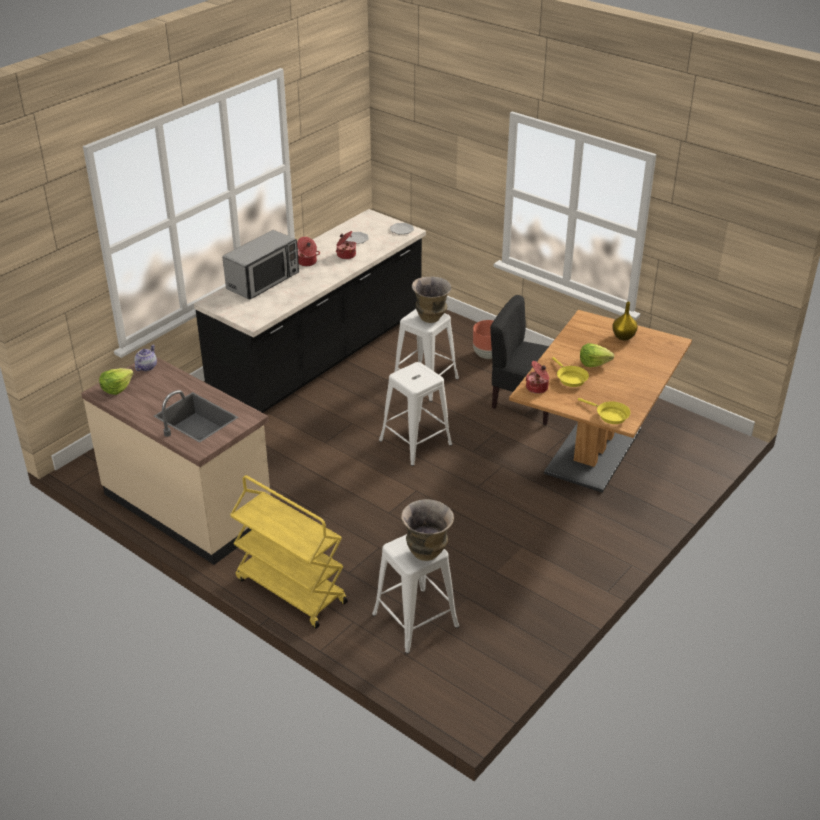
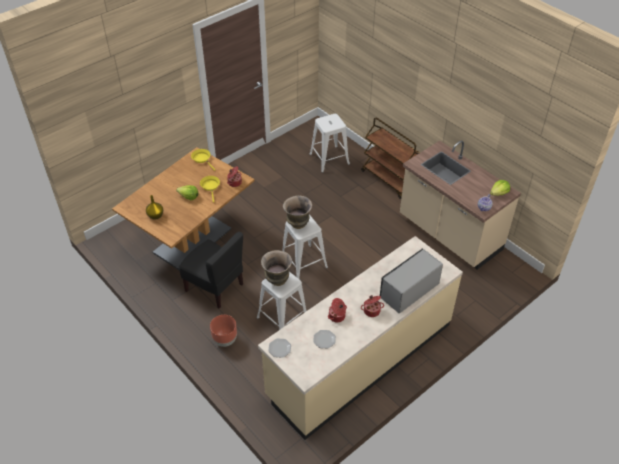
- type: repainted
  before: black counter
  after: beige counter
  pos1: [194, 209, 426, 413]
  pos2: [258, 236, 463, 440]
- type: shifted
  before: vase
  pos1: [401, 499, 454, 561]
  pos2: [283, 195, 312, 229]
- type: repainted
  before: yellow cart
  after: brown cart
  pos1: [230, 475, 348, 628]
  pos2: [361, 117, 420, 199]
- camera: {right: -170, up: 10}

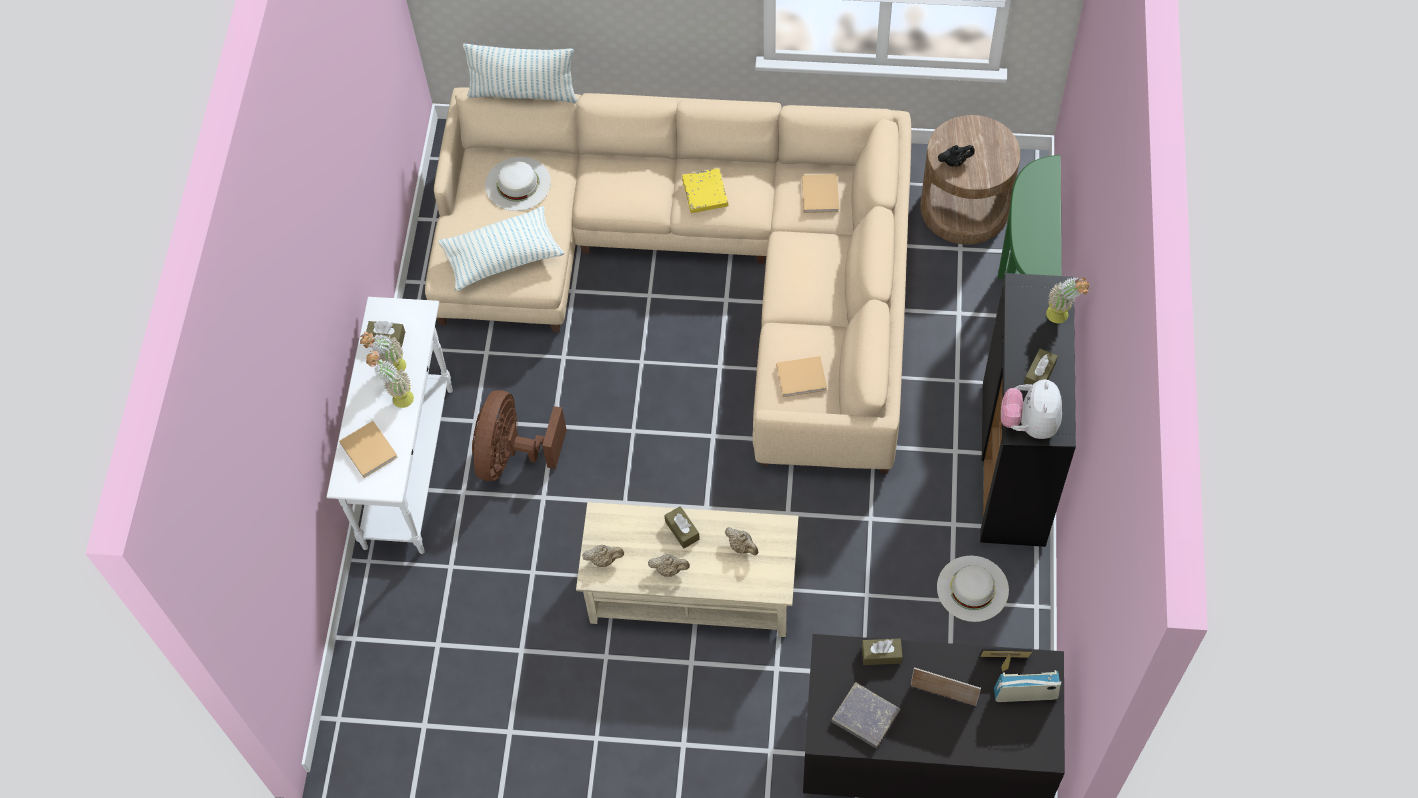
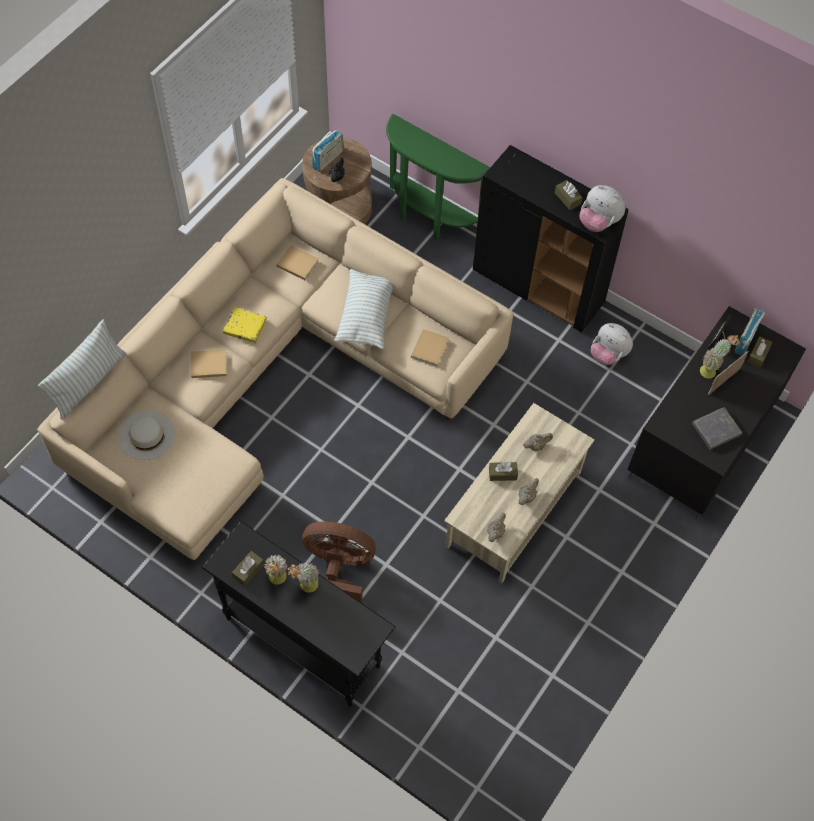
- type: shifted
  before: beige book
  pos1: [339, 421, 398, 478]
  pos2: [191, 350, 227, 378]
- type: repainted
  before: white console table
  after: black console table
  pos1: [327, 297, 453, 554]
  pos2: [201, 521, 396, 706]
- type: rotated
  before: brown fan
  pos1: [472, 390, 567, 481]
  pos2: [302, 522, 376, 603]
  turn: 150
- type: new
  after: radio
  pos2: [312, 130, 344, 172]
- type: shifted
  before: pillow
  pos1: [438, 206, 564, 291]
  pos2: [334, 269, 393, 350]
- type: swapped
  before: white hat
  after: plush toy
  pos1: [937, 556, 1009, 622]
  pos2: [591, 323, 633, 365]
- type: shifted
  before: potted plant
  pos1: [1046, 277, 1090, 323]
  pos2: [700, 335, 739, 379]
- type: shifted
  before: brown tissue box
  pos1: [862, 638, 903, 665]
  pos2: [747, 336, 773, 368]
- camera: {right: -65, up: 0}

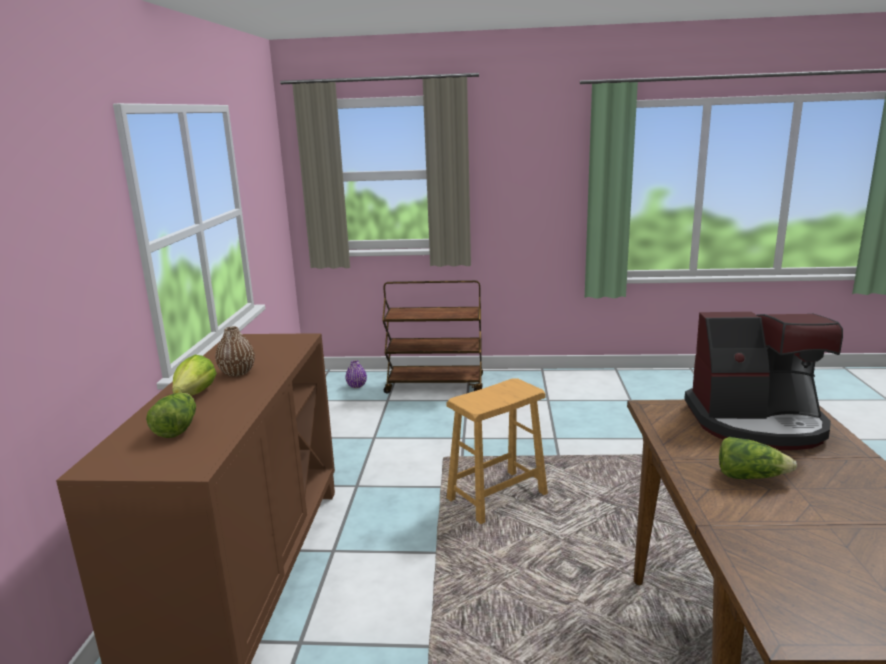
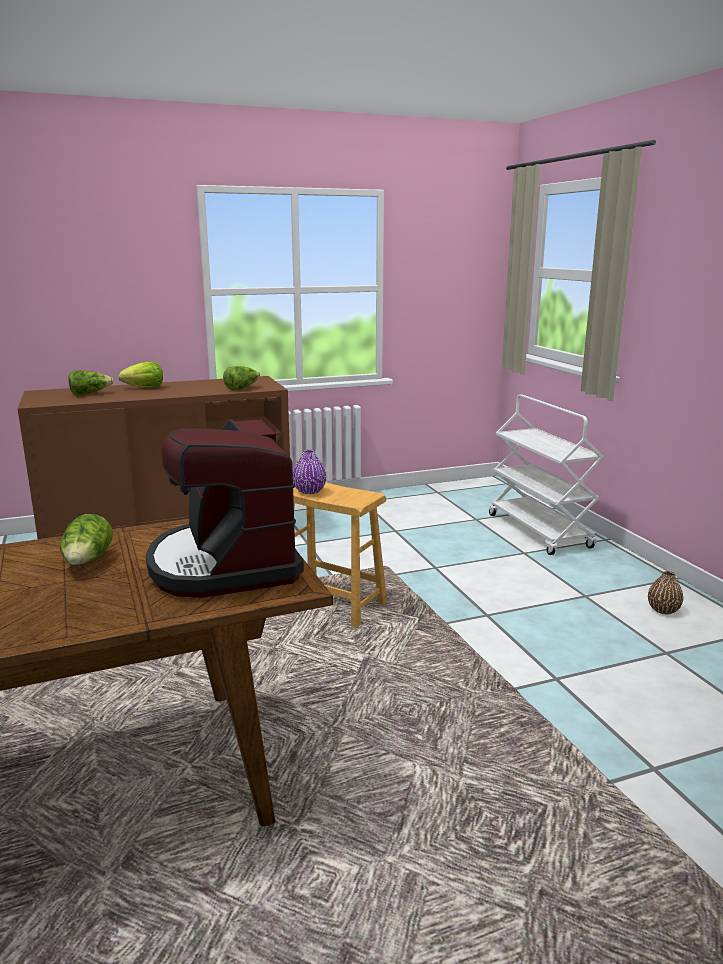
- type: new
  after: lettuce
  pos2: [223, 366, 260, 391]
- type: shifted
  before: purple vase
  pos1: [345, 360, 367, 388]
  pos2: [293, 449, 326, 494]
- type: repainted
  before: brown cart
  after: white cart
  pos1: [382, 280, 483, 394]
  pos2: [489, 394, 604, 555]
- type: shifted
  before: brown vase
  pos1: [215, 327, 255, 376]
  pos2: [648, 571, 683, 614]
- camera: {right: 65, up: 0}

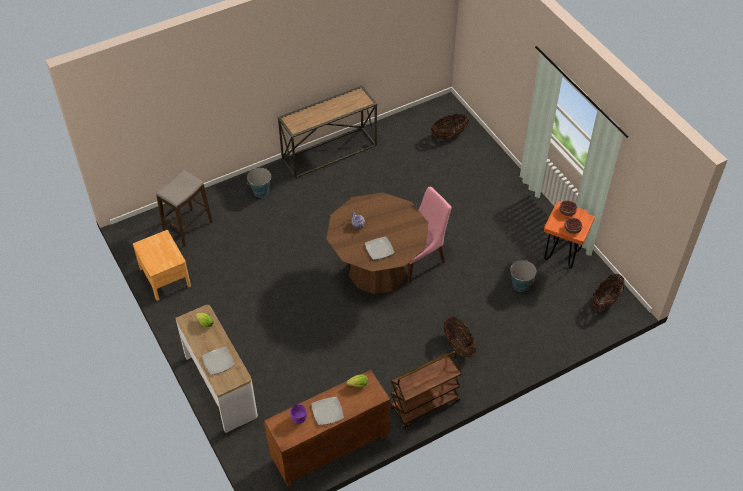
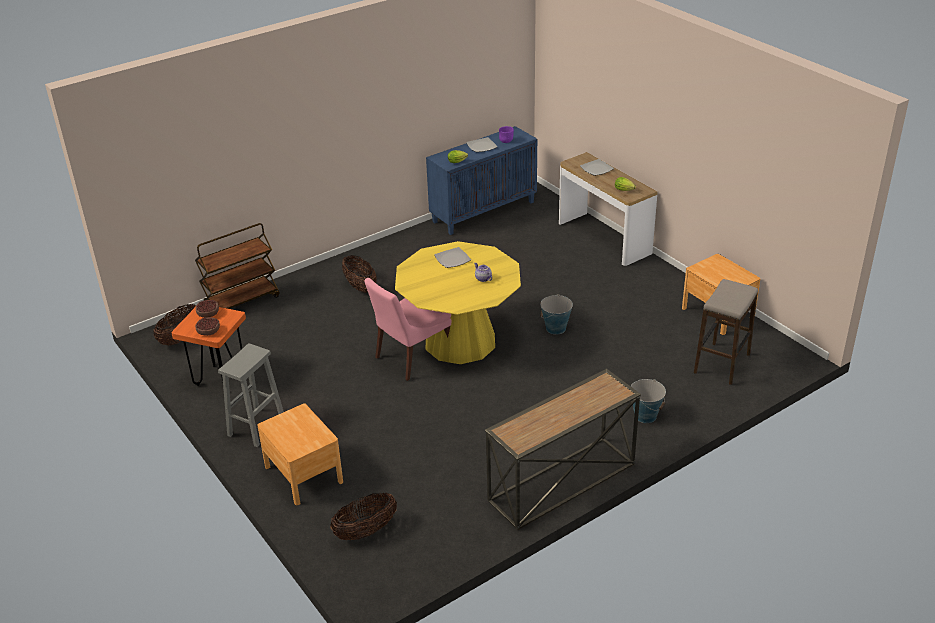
- type: shifted
  before: brown cart
  pos1: [390, 351, 462, 429]
  pos2: [195, 223, 280, 309]
- type: new
  after: grey stool
  pos2: [218, 343, 284, 447]
- type: new
  after: brown nightstand
  pos2: [257, 403, 343, 505]
- type: repainted
  before: brown dining table
  after: yellow dining table
  pos1: [327, 192, 428, 294]
  pos2: [395, 241, 521, 364]
- type: repainted
  before: brown cabinet
  after: blue cabinet
  pos1: [264, 370, 390, 487]
  pos2: [426, 126, 537, 235]
- type: shifted
  before: bucket
  pos1: [510, 260, 537, 292]
  pos2: [540, 294, 573, 335]
- camera: {right: 175, up: -15}

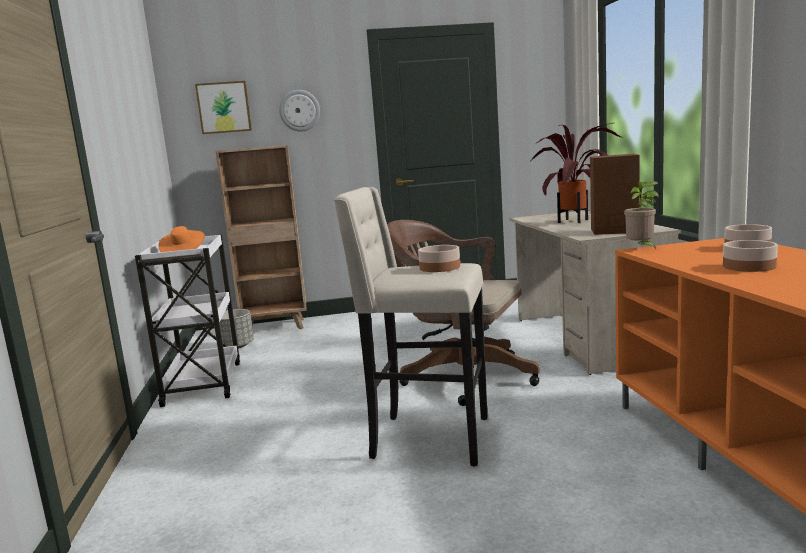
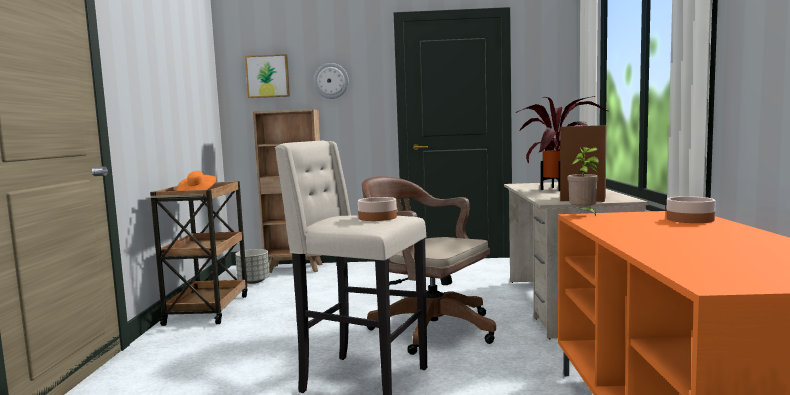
- type: repainted
  before: white cart
  after: brown cart
  pos1: [135, 234, 240, 407]
  pos2: [150, 181, 248, 326]
- type: gone
  before: bowl
  pos1: [723, 240, 778, 272]
- camera: {right: 10, up: -5}

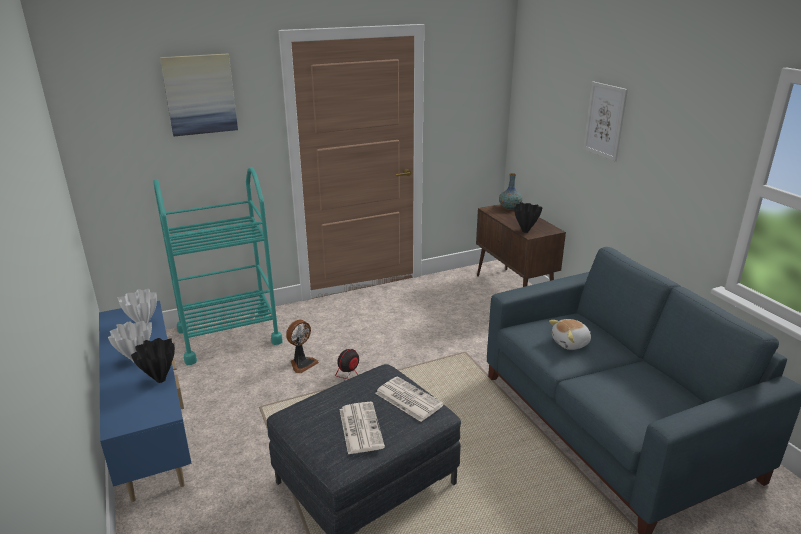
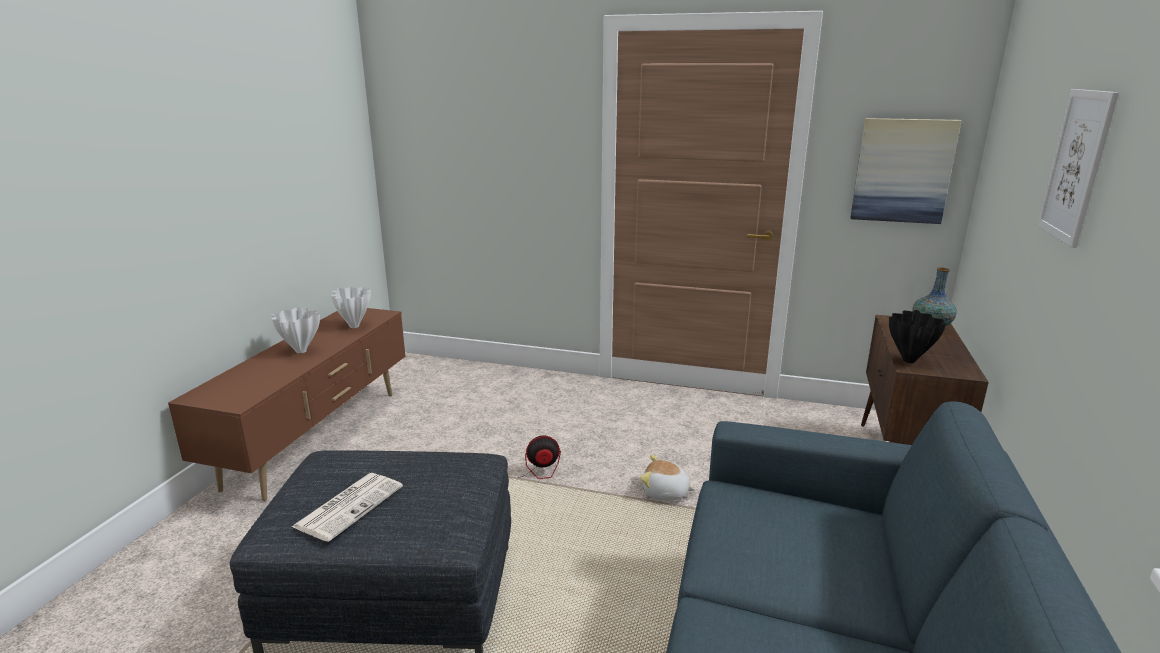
- type: repainted
  before: blue tv stand
  after: brown tv stand
  pos1: [99, 301, 192, 502]
  pos2: [168, 308, 406, 501]
- type: shifted
  before: plush toy
  pos1: [549, 319, 591, 350]
  pos2: [640, 455, 696, 501]
- type: shifted
  before: picture
  pos1: [160, 53, 238, 136]
  pos2: [850, 118, 962, 224]
- type: gone
  before: black vase
  pos1: [131, 338, 175, 383]
- type: gone
  before: turquoise cart
  pos1: [153, 167, 283, 365]
- type: gone
  before: fan
  pos1: [286, 320, 319, 373]
- type: gone
  before: newspaper
  pos1: [375, 376, 444, 422]
- camera: {right: 40, up: -5}

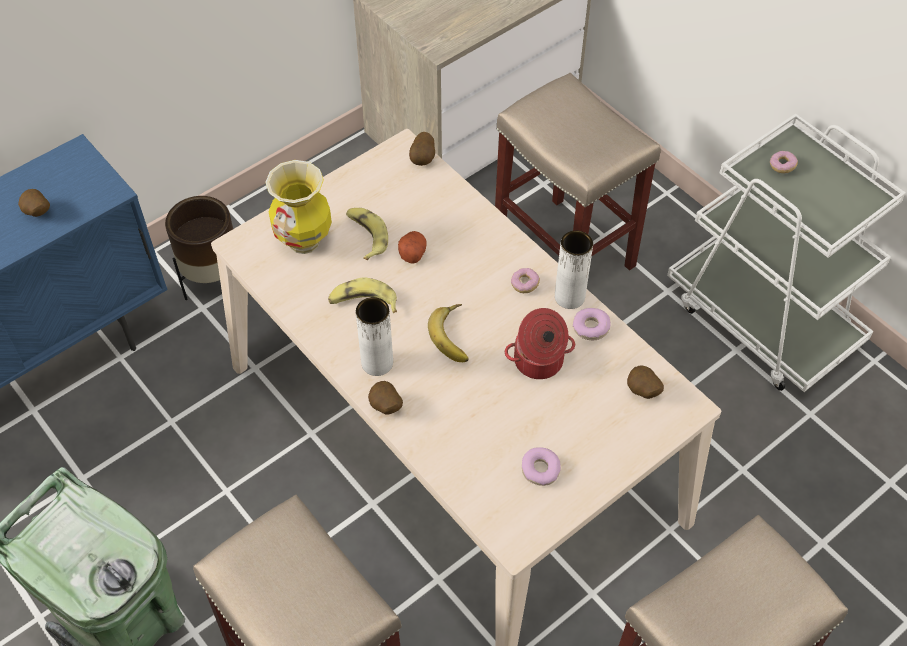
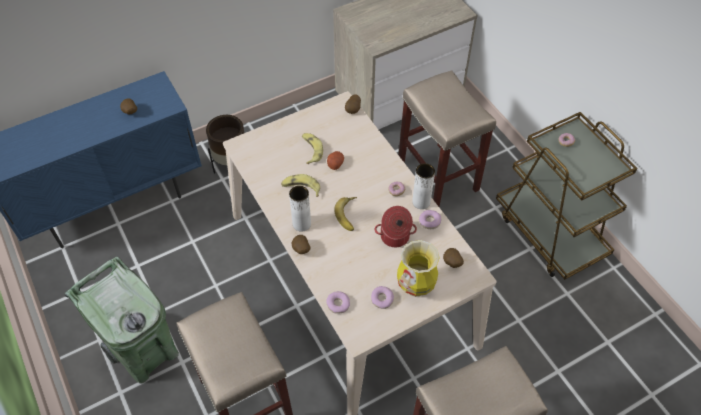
- type: new
  after: donut
  pos2: [327, 291, 350, 314]
- type: shifted
  before: vase
  pos1: [265, 160, 332, 254]
  pos2: [397, 240, 440, 297]
- type: repainted
  before: white cart
  after: brown cart
  pos1: [667, 113, 906, 392]
  pos2: [496, 112, 637, 280]
- camera: {right: 10, up: 0}

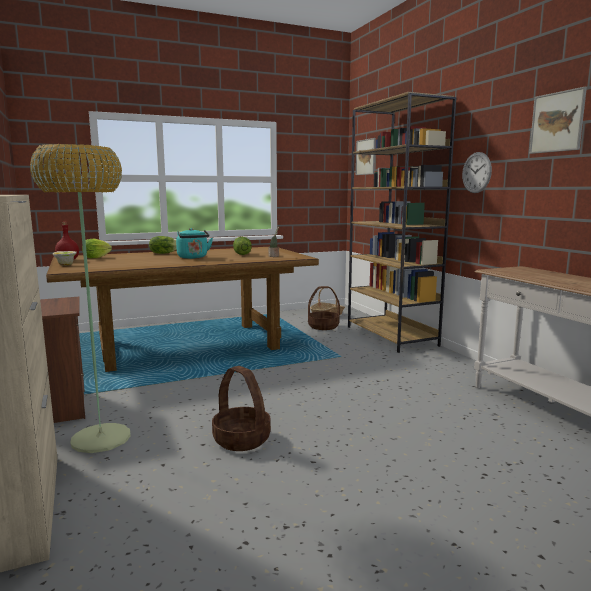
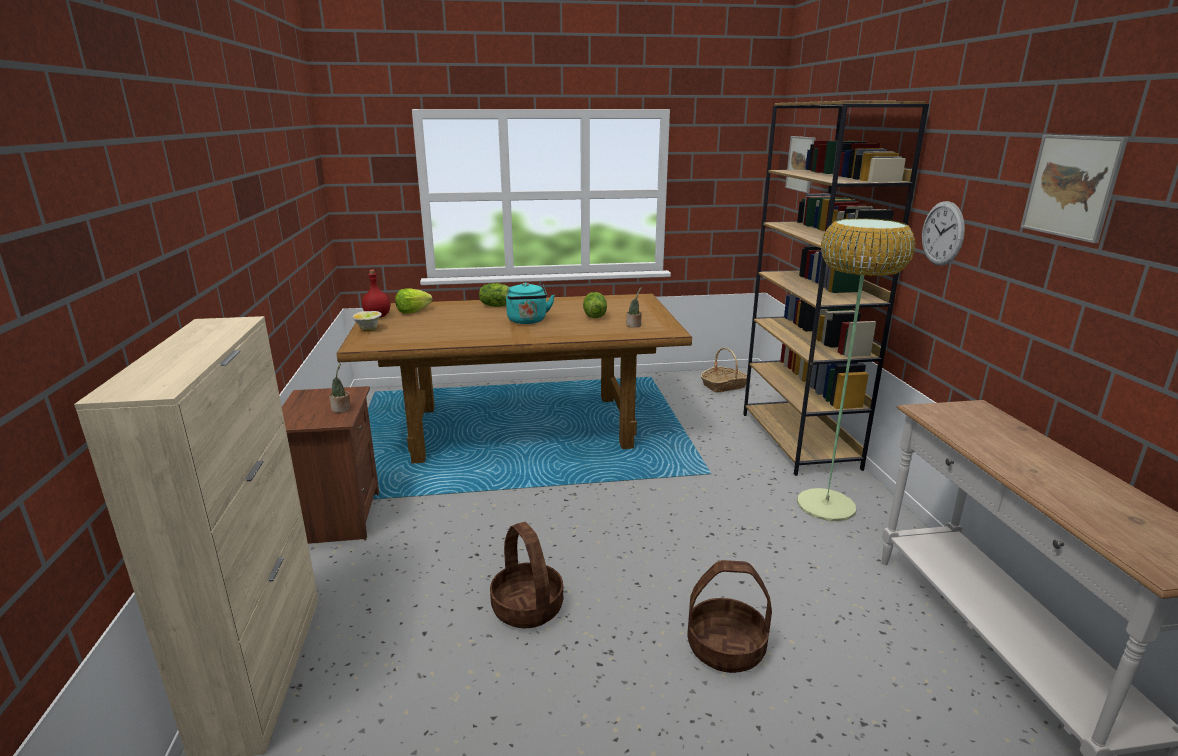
- type: new
  after: potted plant
  pos2: [329, 363, 351, 413]
- type: shifted
  before: basket
  pos1: [308, 286, 340, 330]
  pos2: [687, 560, 772, 673]
- type: shifted
  before: floor lamp
  pos1: [30, 144, 131, 453]
  pos2: [797, 218, 915, 521]
- camera: {right: 15, up: 10}

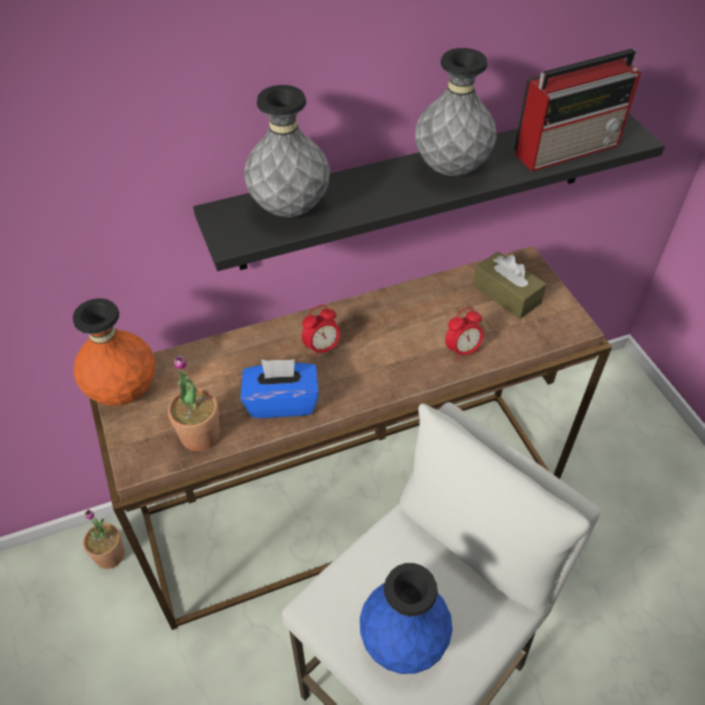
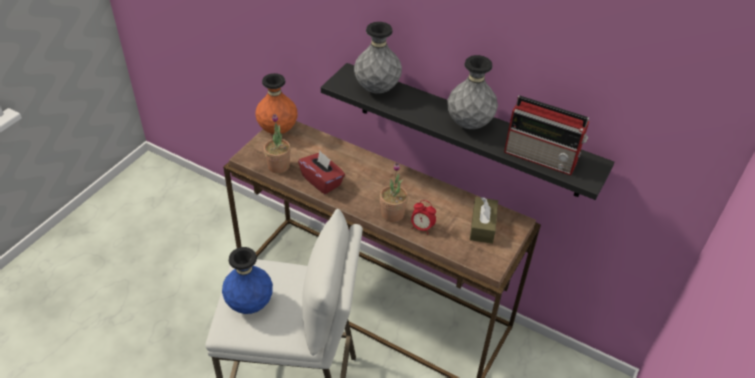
- type: repainted
  before: blue tissue box
  after: red tissue box
  pos1: [240, 359, 319, 418]
  pos2: [298, 151, 345, 194]
- type: shifted
  before: potted plant
  pos1: [83, 509, 125, 569]
  pos2: [380, 163, 408, 222]
- type: gone
  before: alarm clock
  pos1: [302, 305, 340, 359]
- camera: {right: 50, up: -5}

